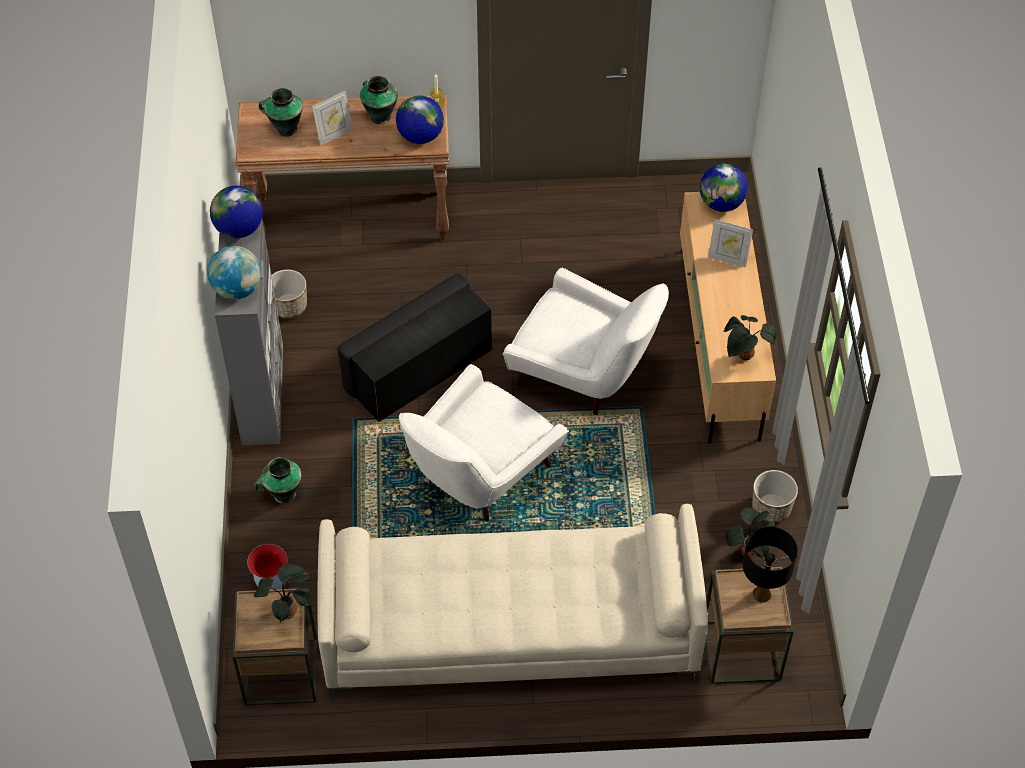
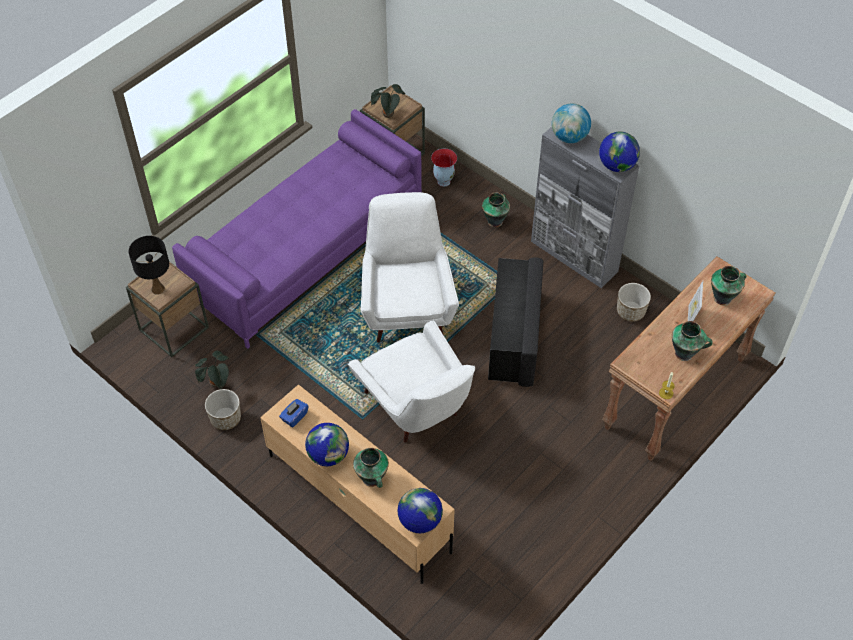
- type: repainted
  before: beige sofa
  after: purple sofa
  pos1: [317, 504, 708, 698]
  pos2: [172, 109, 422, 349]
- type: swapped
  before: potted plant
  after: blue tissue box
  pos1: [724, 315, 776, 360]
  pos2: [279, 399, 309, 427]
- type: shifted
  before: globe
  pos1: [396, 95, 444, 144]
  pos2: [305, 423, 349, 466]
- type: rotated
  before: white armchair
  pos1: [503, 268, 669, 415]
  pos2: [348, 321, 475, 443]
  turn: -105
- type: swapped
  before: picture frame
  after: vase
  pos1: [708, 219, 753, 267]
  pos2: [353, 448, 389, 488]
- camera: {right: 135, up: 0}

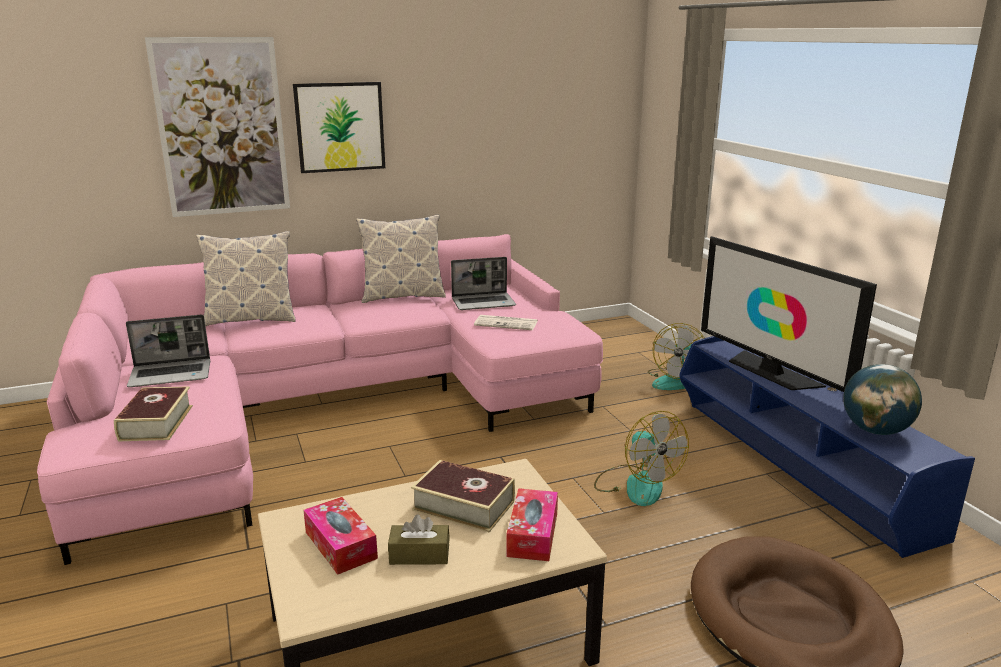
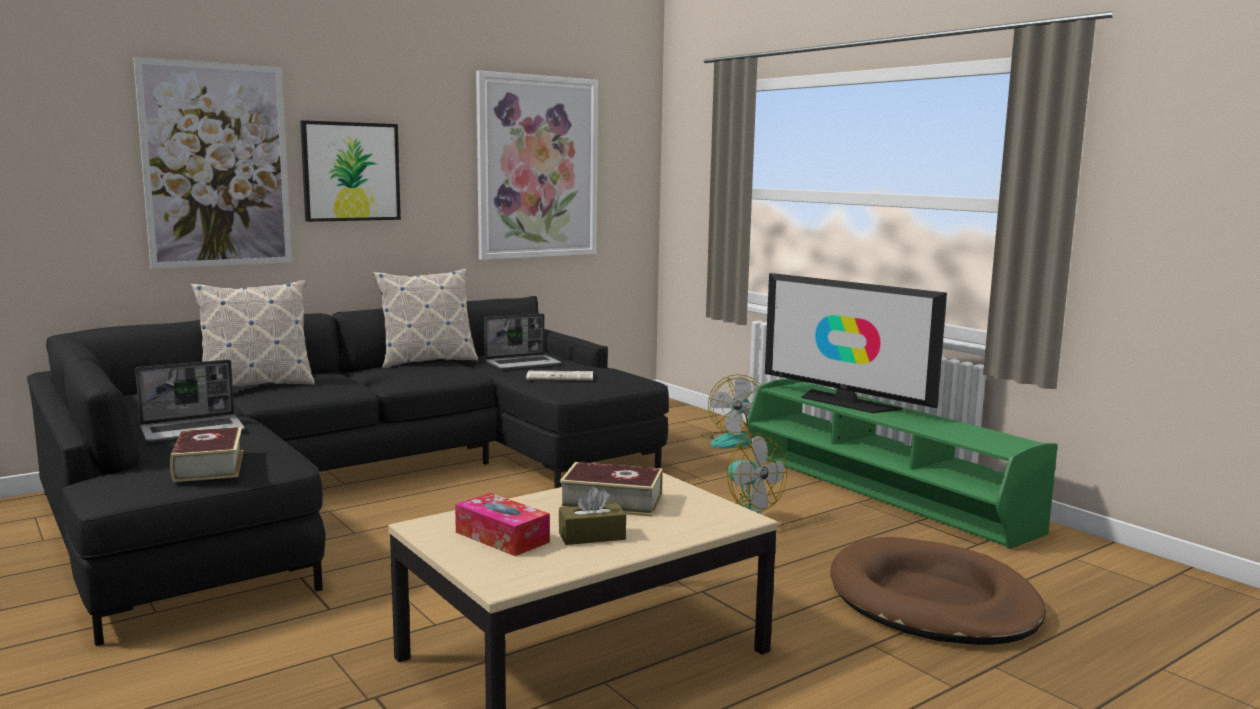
- type: repainted
  before: pink sofa
  after: black sofa
  pos1: [37, 234, 603, 565]
  pos2: [27, 296, 669, 646]
- type: new
  after: picture
  pos2: [476, 71, 598, 260]
- type: repainted
  before: blue tv stand
  after: green tv stand
  pos1: [679, 336, 975, 558]
  pos2: [747, 378, 1058, 549]
- type: gone
  before: tissue box
  pos1: [506, 488, 558, 561]
- type: gone
  before: globe
  pos1: [843, 364, 922, 435]
- camera: {right: -15, up: -10}

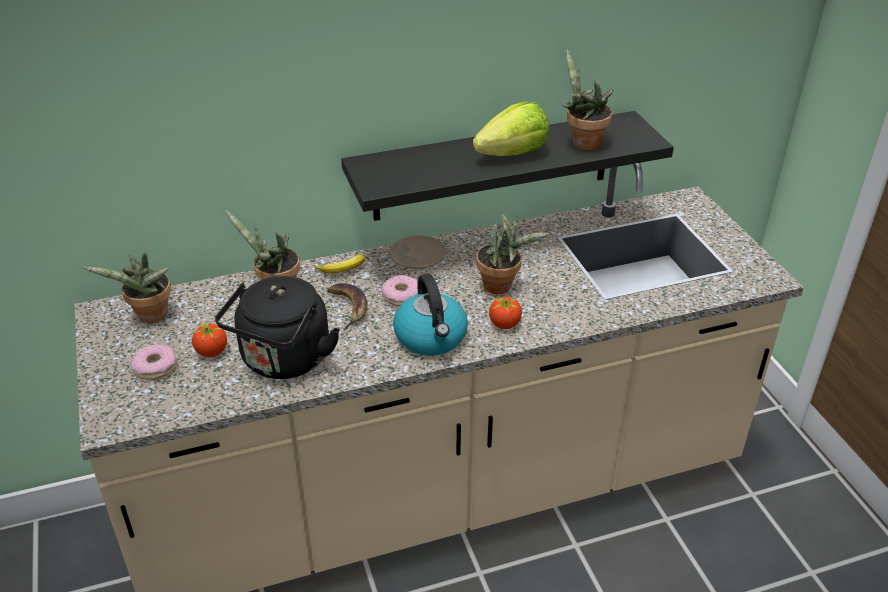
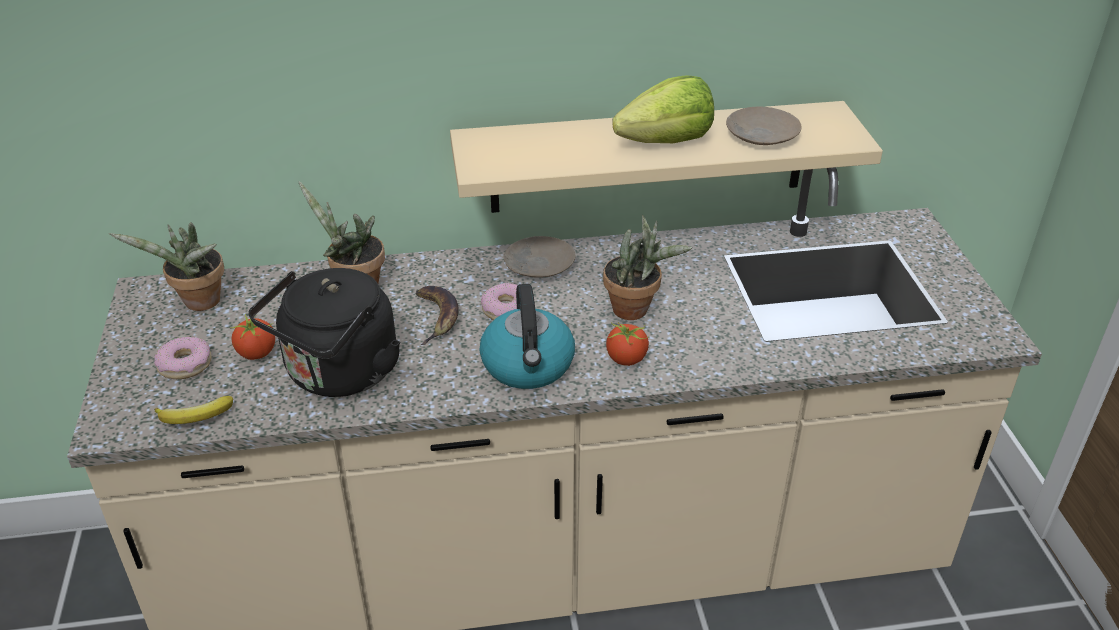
- type: shifted
  before: banana
  pos1: [314, 254, 365, 273]
  pos2: [154, 396, 233, 424]
- type: repainted
  before: black shelf
  after: beige shelf
  pos1: [341, 111, 674, 221]
  pos2: [450, 101, 883, 213]
- type: swapped
  before: potted plant
  after: beige plate
  pos1: [562, 49, 613, 151]
  pos2: [726, 107, 802, 145]
- camera: {right: 10, up: 0}

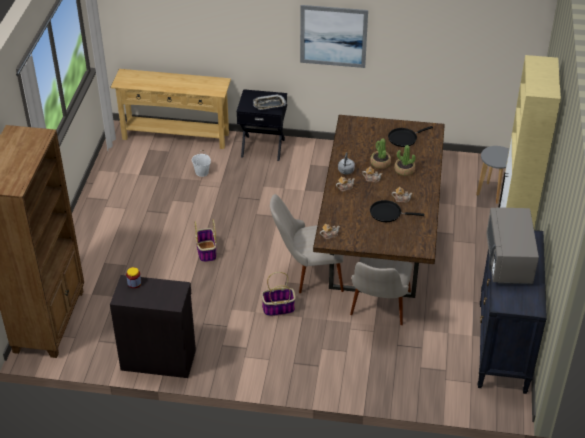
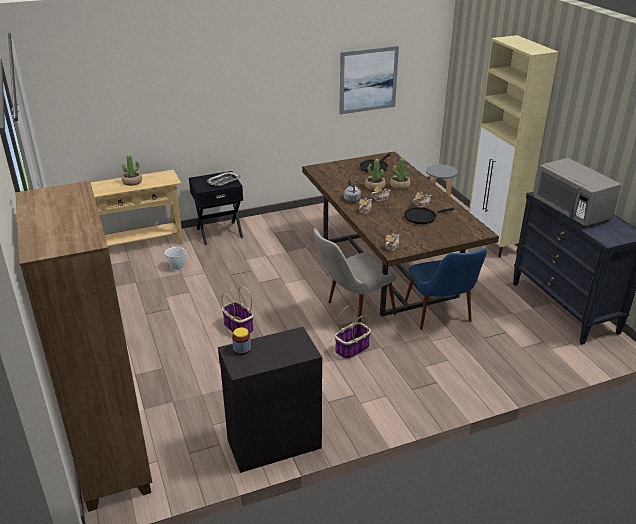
- type: new
  after: potted plant
  pos2: [122, 154, 142, 186]
- type: shifted
  before: picture
  pos1: [300, 5, 368, 68]
  pos2: [339, 46, 399, 114]
- type: repainted
  before: beige chair
  after: blue chair
  pos1: [350, 257, 413, 325]
  pos2: [405, 248, 487, 330]
- camera: {right: -30, up: -10}

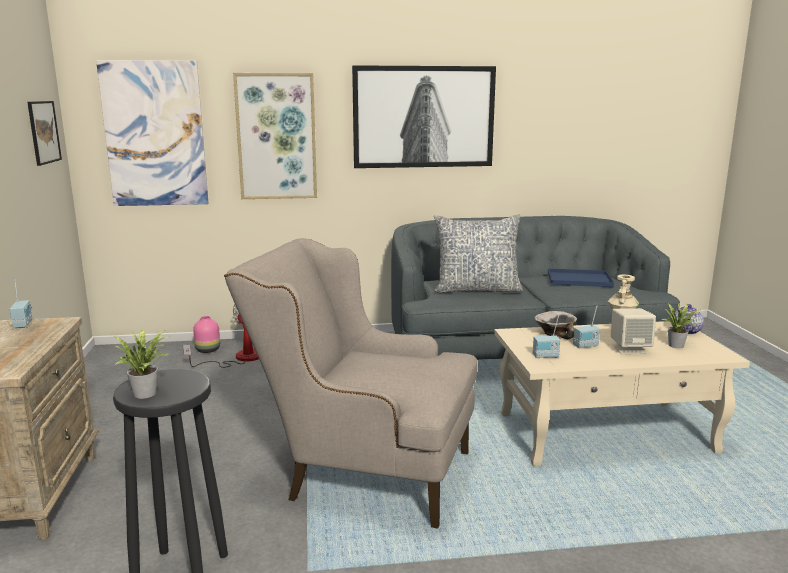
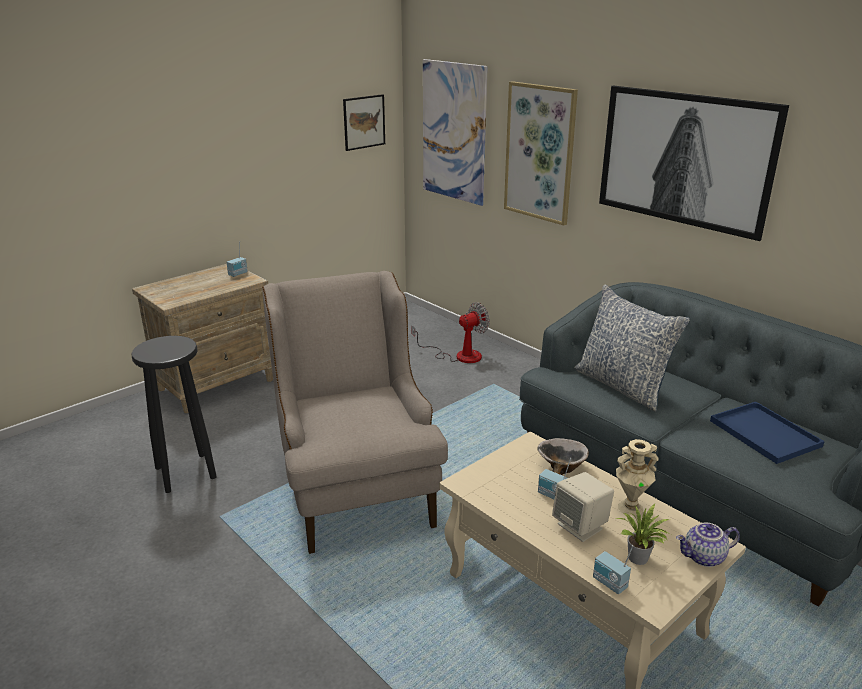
- type: shifted
  before: radio
  pos1: [533, 315, 560, 358]
  pos2: [593, 545, 634, 594]
- type: gone
  before: potted plant
  pos1: [114, 328, 169, 399]
- type: gone
  before: pink vase
  pos1: [193, 316, 220, 353]
- camera: {right: 55, up: 10}

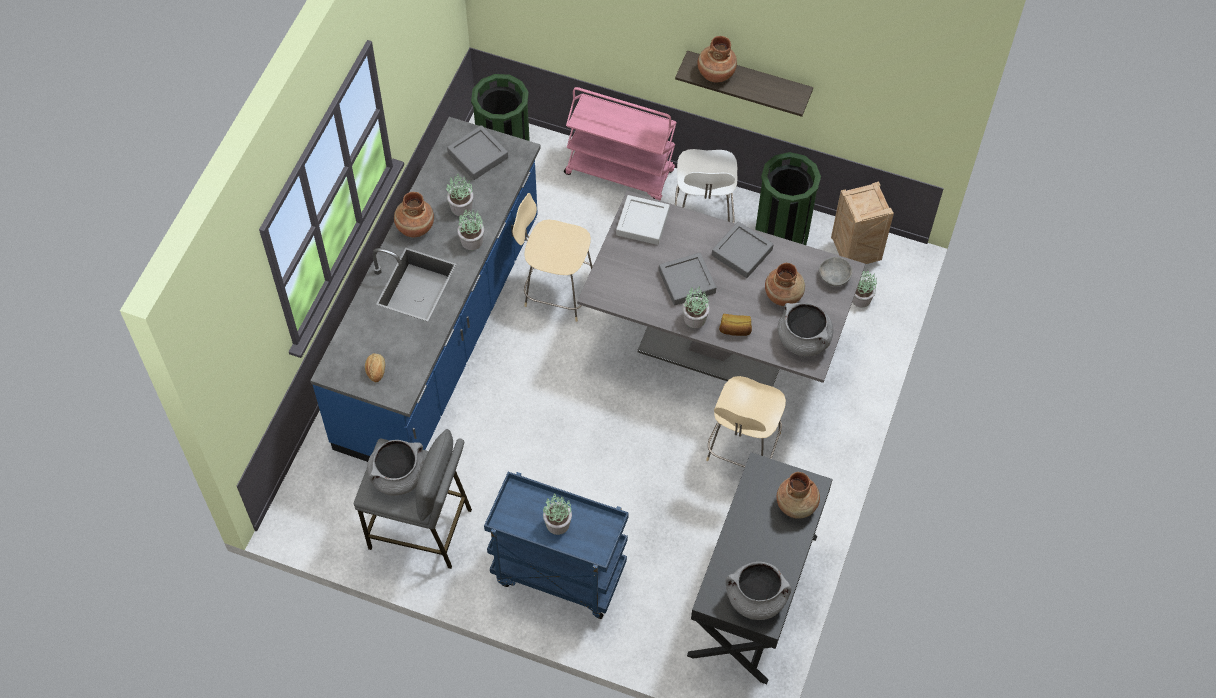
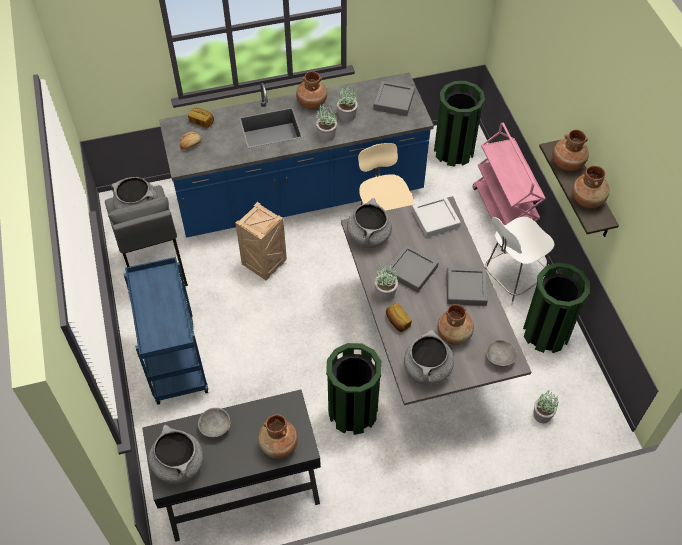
- type: new
  after: bread
  pos2: [188, 108, 214, 129]
- type: new
  after: grey bowl
  pos2: [198, 408, 231, 438]
- type: shifted
  before: crate
  pos1: [831, 181, 894, 264]
  pos2: [235, 202, 287, 281]
- type: swapped
  before: beige chair
  after: green trash can
  pos1: [706, 376, 786, 468]
  pos2: [326, 343, 382, 435]
- type: new
  after: grey cooking pot
  pos2: [347, 198, 392, 248]
- type: new
  after: brown vase
  pos2: [572, 166, 610, 208]
- type: gone
  before: potted plant
  pos1: [543, 494, 572, 535]
- camera: {right: 55, up: -5}

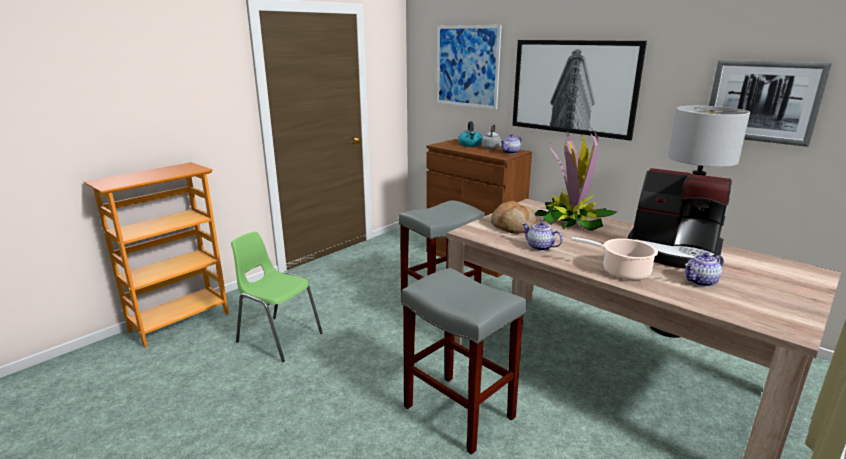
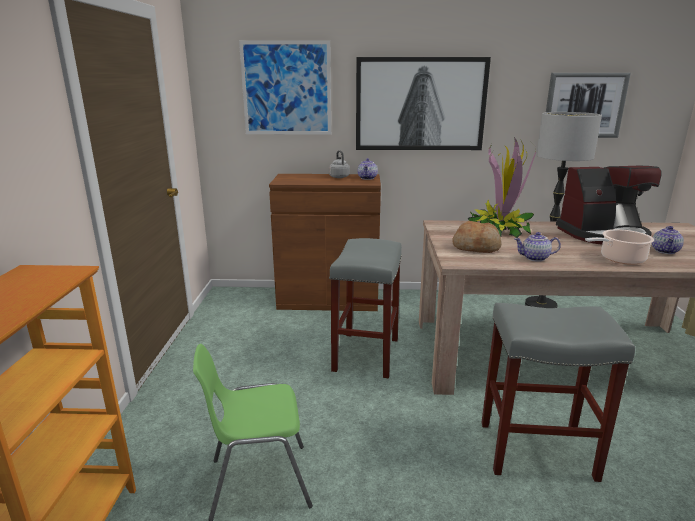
- type: gone
  before: kettle
  pos1: [458, 121, 482, 147]
- camera: {right: -40, up: 0}

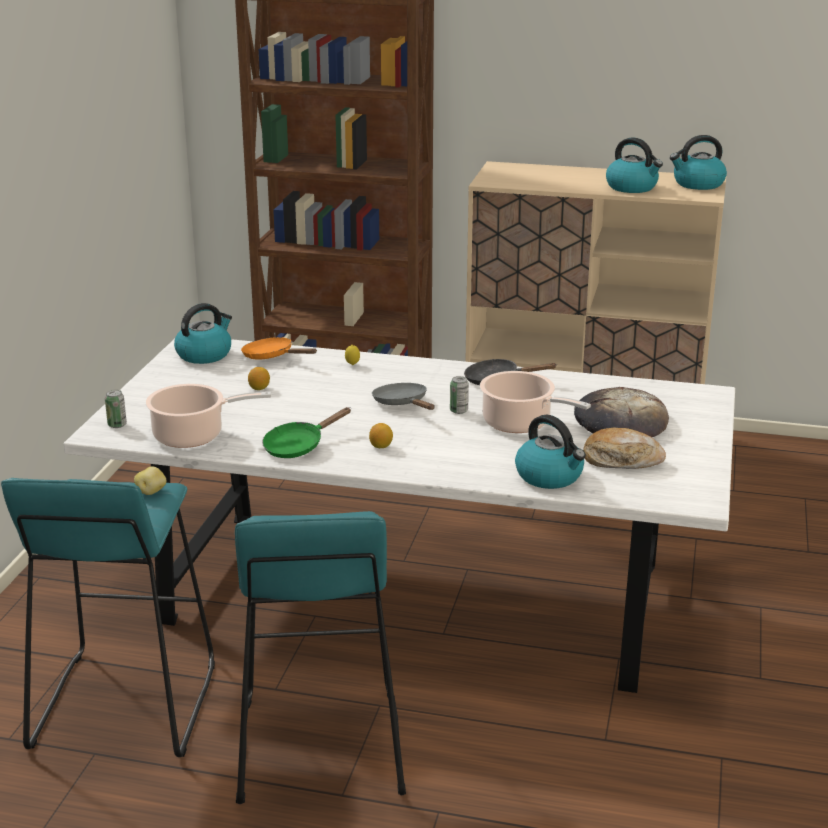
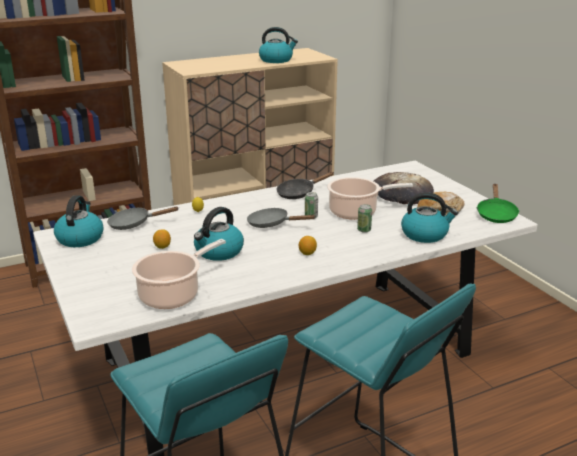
- type: repainted
  before: orange frying pan
  after: grey frying pan
  pos1: [241, 337, 317, 360]
  pos2: [107, 207, 178, 230]
- type: shifted
  before: kettle
  pos1: [670, 135, 727, 190]
  pos2: [194, 207, 244, 261]
- type: shifted
  before: can
  pos1: [105, 390, 127, 428]
  pos2: [357, 204, 372, 233]
- type: shifted
  before: green frying pan
  pos1: [262, 407, 351, 458]
  pos2: [476, 184, 519, 223]
- type: gone
  before: potato
  pos1: [134, 467, 167, 495]
- camera: {right: -40, up: 0}

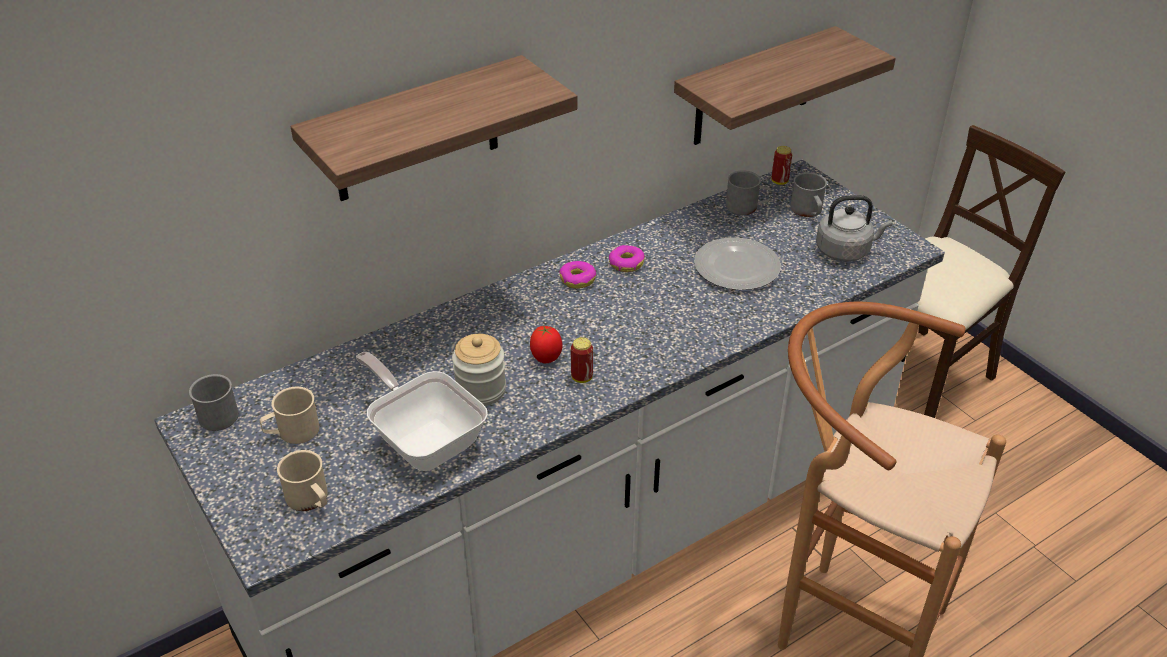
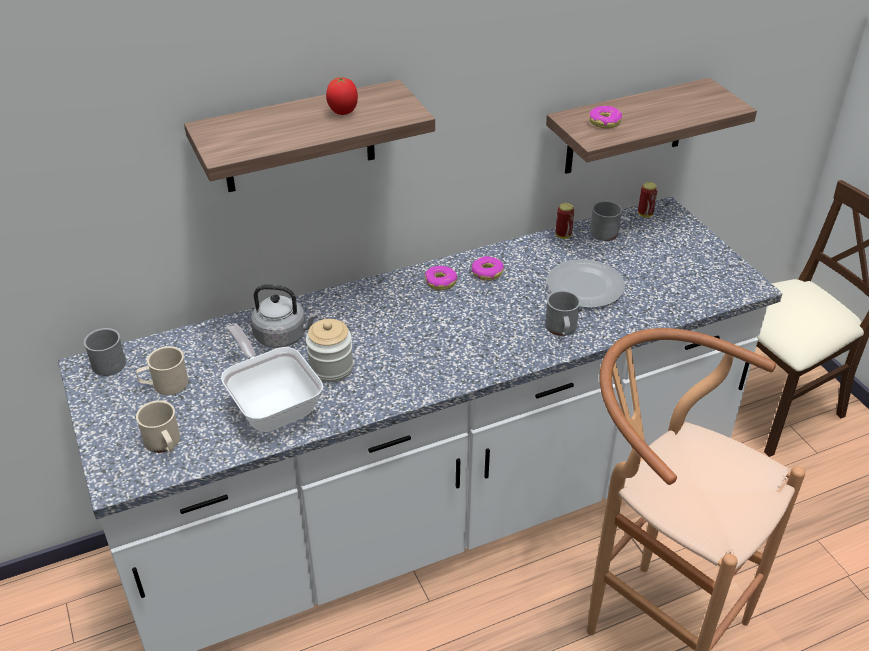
- type: shifted
  before: grey kettle
  pos1: [816, 195, 892, 262]
  pos2: [251, 285, 318, 348]
- type: shifted
  before: tomato
  pos1: [530, 325, 563, 363]
  pos2: [326, 77, 358, 115]
- type: shifted
  before: grey mug
  pos1: [791, 172, 827, 217]
  pos2: [545, 290, 581, 336]
- type: shifted
  before: can
  pos1: [571, 337, 593, 383]
  pos2: [556, 203, 574, 239]
- type: new
  after: donut
  pos2: [589, 106, 622, 129]
- camera: {right: 10, up: 0}

